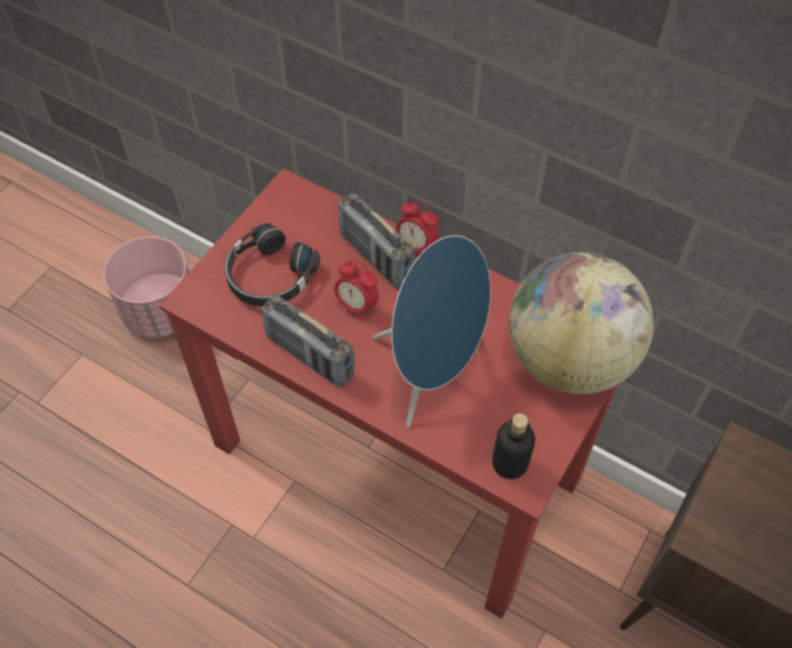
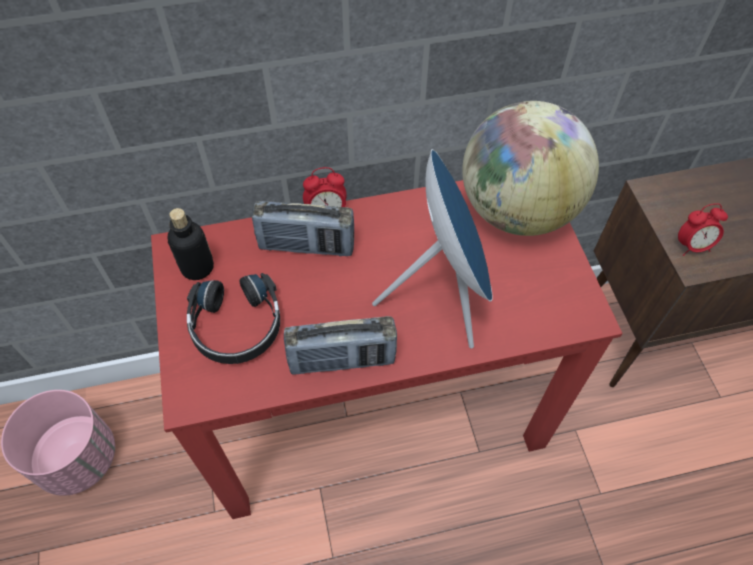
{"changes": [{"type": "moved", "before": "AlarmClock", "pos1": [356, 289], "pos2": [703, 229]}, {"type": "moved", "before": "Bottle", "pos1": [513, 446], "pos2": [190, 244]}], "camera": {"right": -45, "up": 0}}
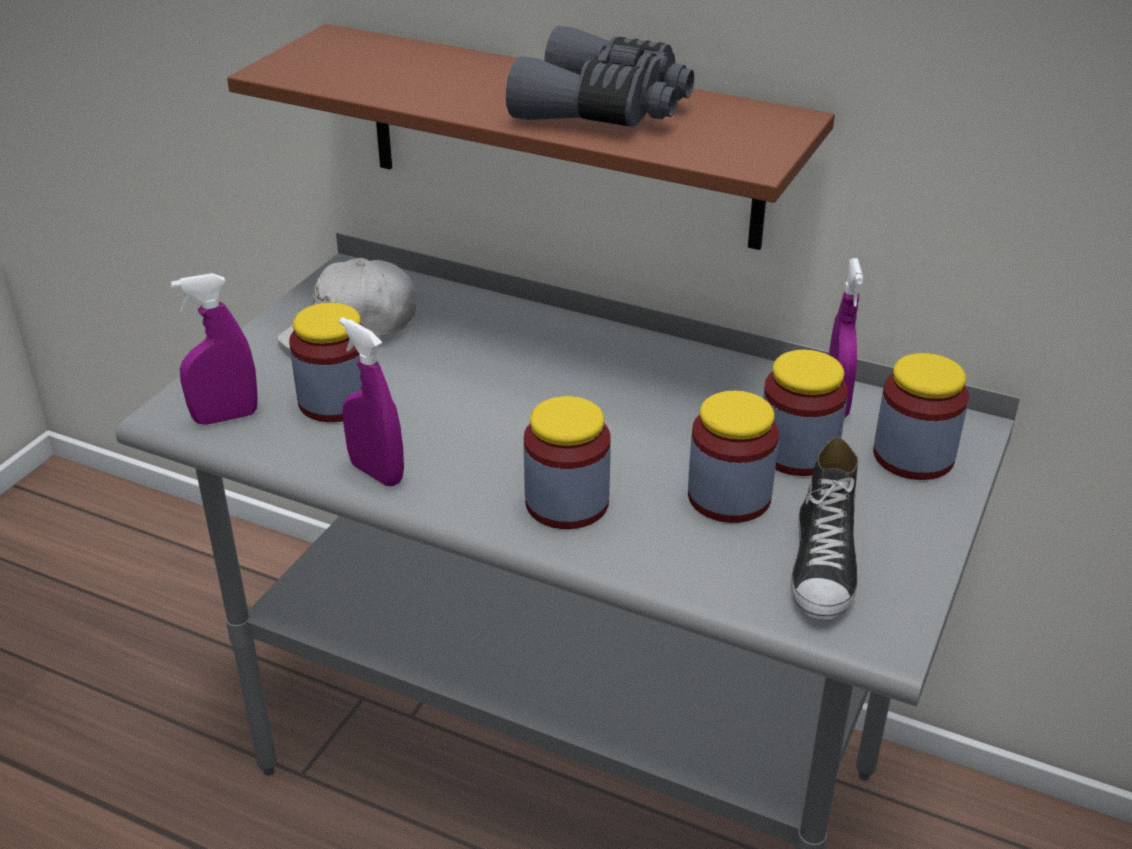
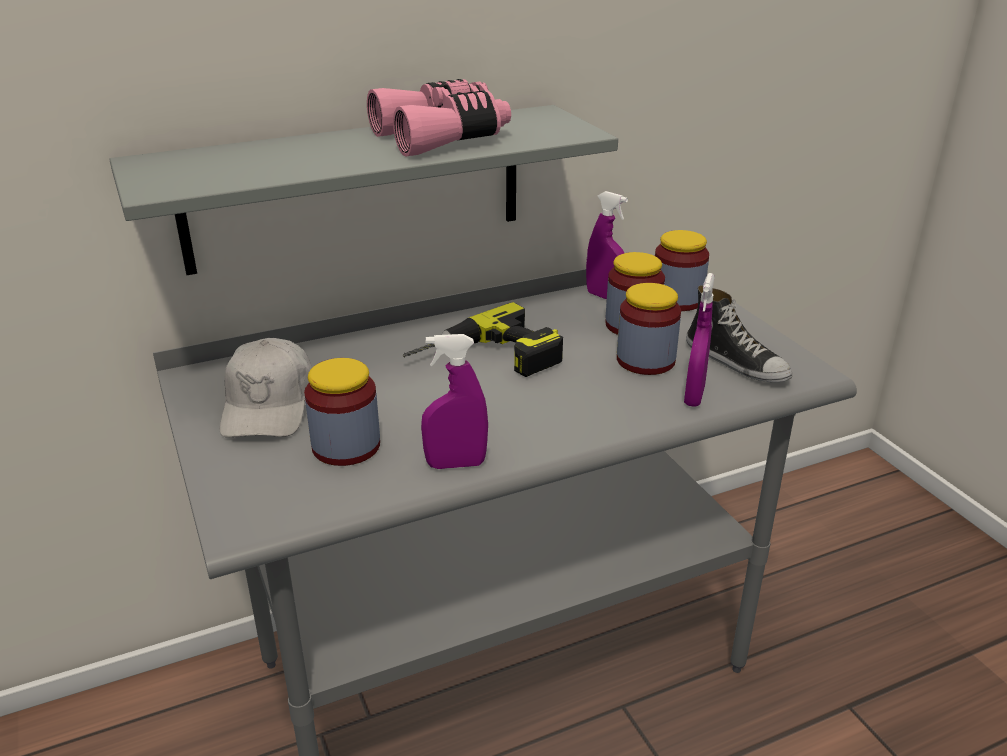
{"changes": [{"type": "moved", "before": "PurpleSprayBottle", "pos1": [214, 349], "pos2": [699, 340]}, {"type": "recoloured", "before": "BrownShelf", "after": "GreyShelf", "pos1": [531, 137], "pos2": [363, 190]}, {"type": "recoloured", "before": "GreyBinoculars", "after": "PinkBinoculars", "pos1": [600, 76], "pos2": [439, 118]}, {"type": "removed", "before": "Jar", "pos1": [567, 462]}, {"type": "added", "after": "PowerDrill", "pos2": [483, 339]}], "camera": {"right": -50, "up": -5}}
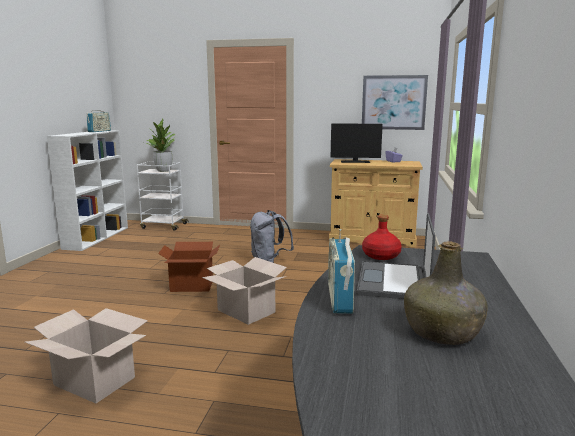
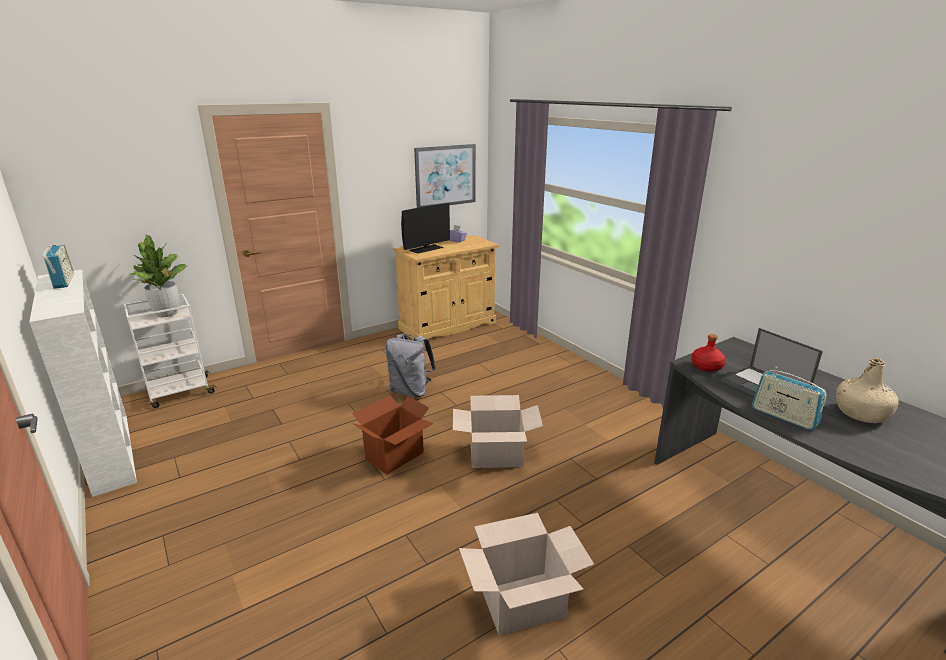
{"changes": [{"type": "recoloured", "before": "GreenBottle", "after": "BeigeBottle", "pos1": [446, 293], "pos2": [867, 390]}], "camera": {"right": -45, "up": 10}}
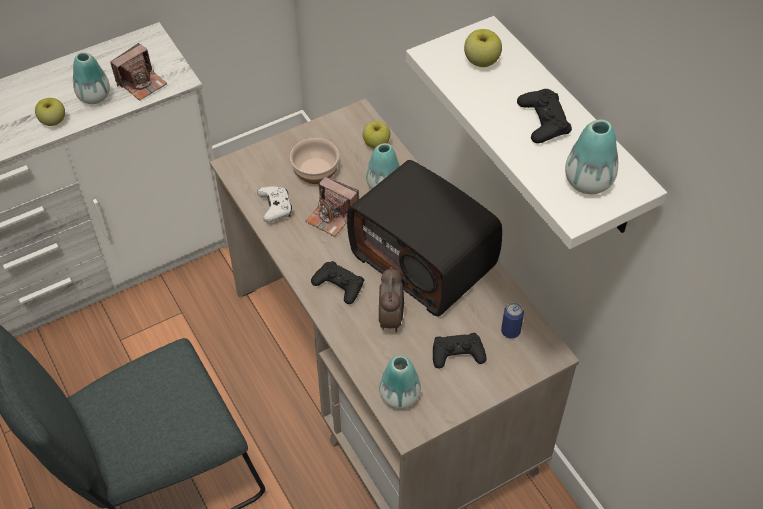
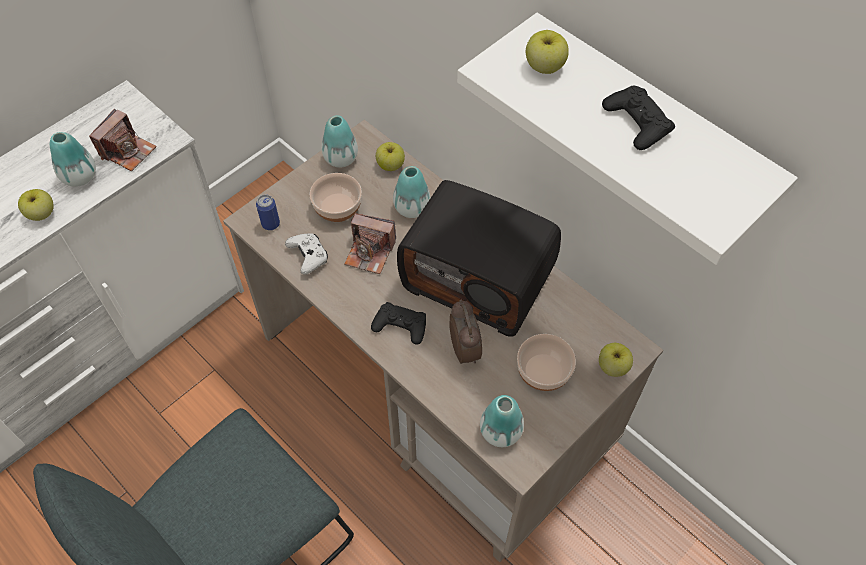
{"changes": [{"type": "replaced", "before": "BlackGameController", "after": "Bowl", "pos1": [460, 350], "pos2": [546, 362]}, {"type": "moved", "before": "Can", "pos1": [512, 320], "pos2": [268, 212]}, {"type": "moved", "before": "Vase", "pos1": [591, 156], "pos2": [340, 141]}, {"type": "added", "after": "Apple", "pos2": [616, 360]}], "camera": {"right": -15, "up": 5}}
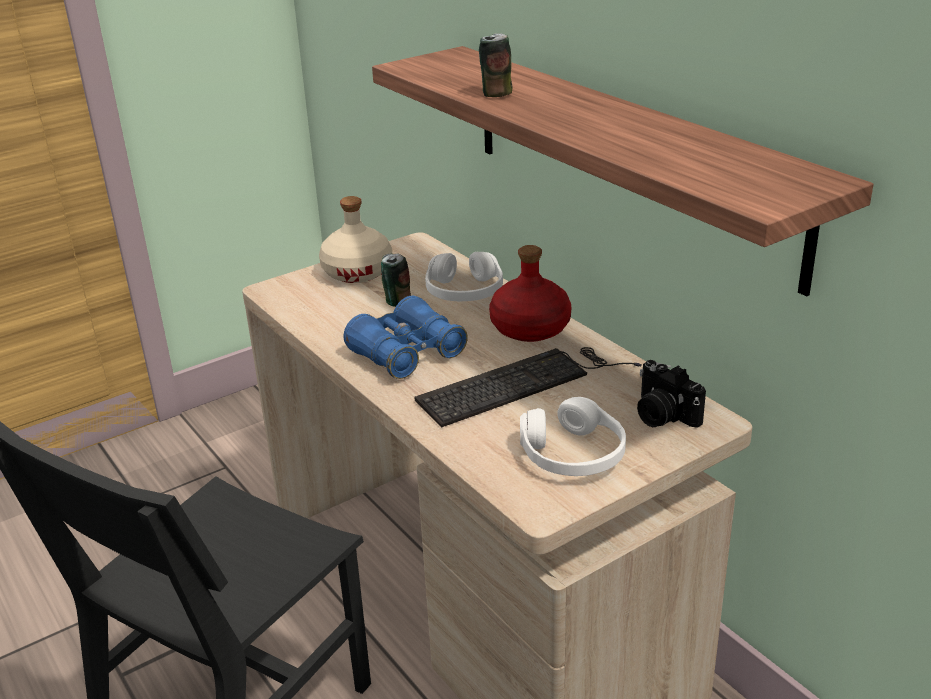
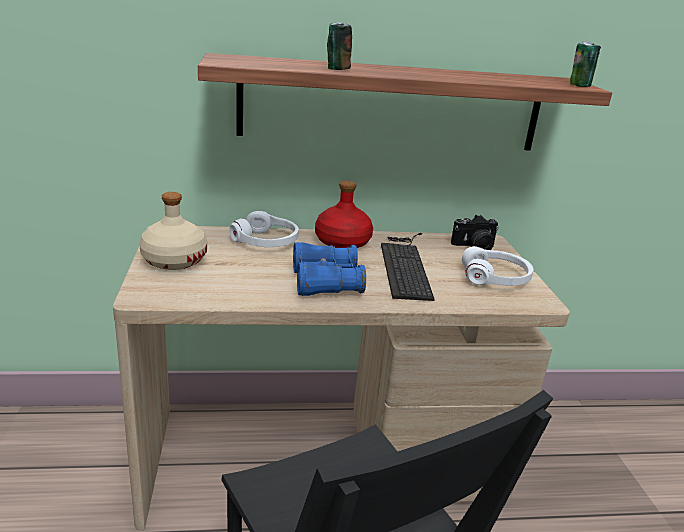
{"changes": [{"type": "moved", "before": "Can", "pos1": [396, 280], "pos2": [585, 64]}], "camera": {"right": -65, "up": -5}}
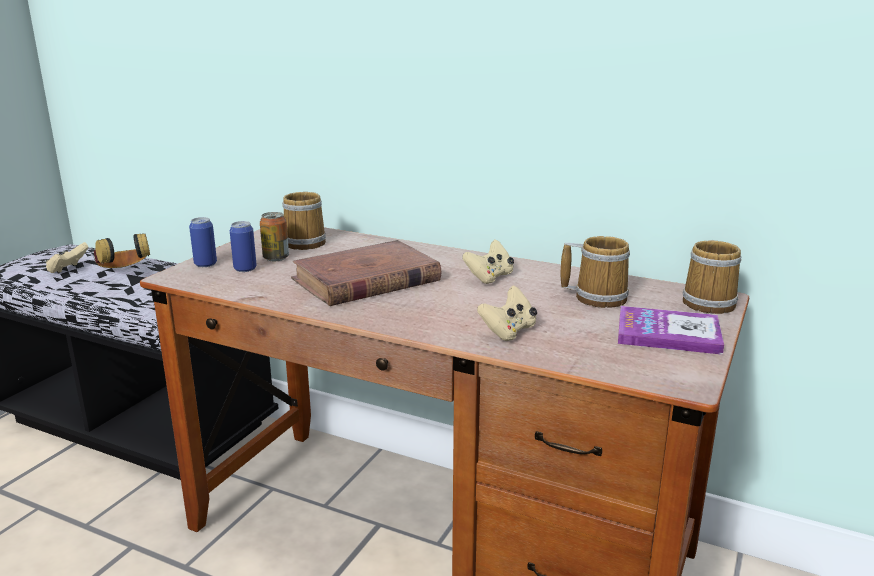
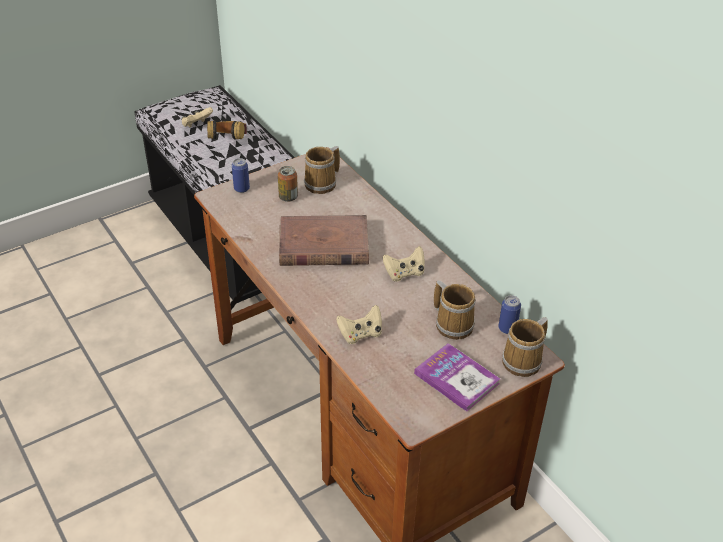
{"changes": [{"type": "moved", "before": "Can", "pos1": [243, 246], "pos2": [510, 314]}], "camera": {"right": 30, "up": 20}}
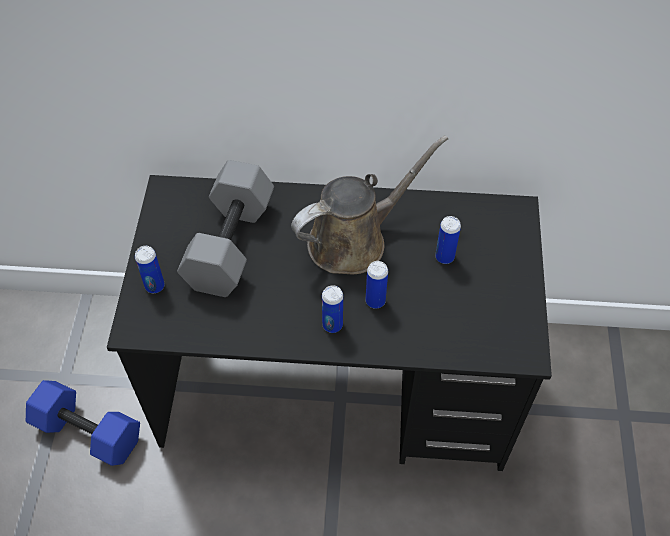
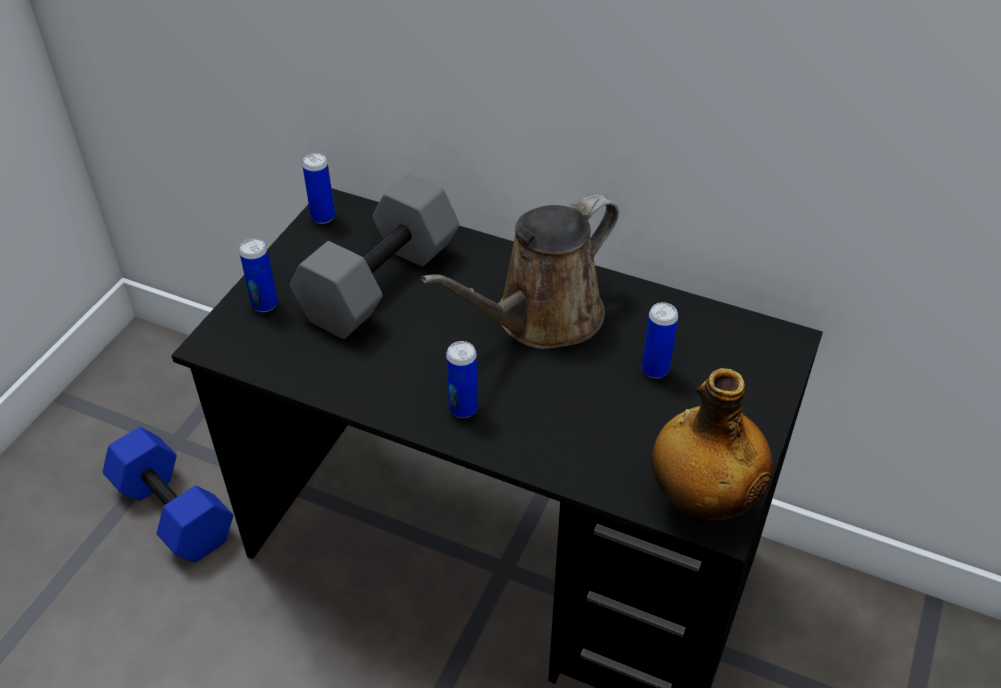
{"changes": [{"type": "turned", "before": "BrownWateringCan", "pos1": [369, 204], "pos2": [520, 271], "turn": 150}, {"type": "moved", "before": "Can", "pos1": [377, 285], "pos2": [318, 188]}, {"type": "added", "after": "Bottle", "pos2": [712, 445]}], "camera": {"right": 20, "up": -10}}
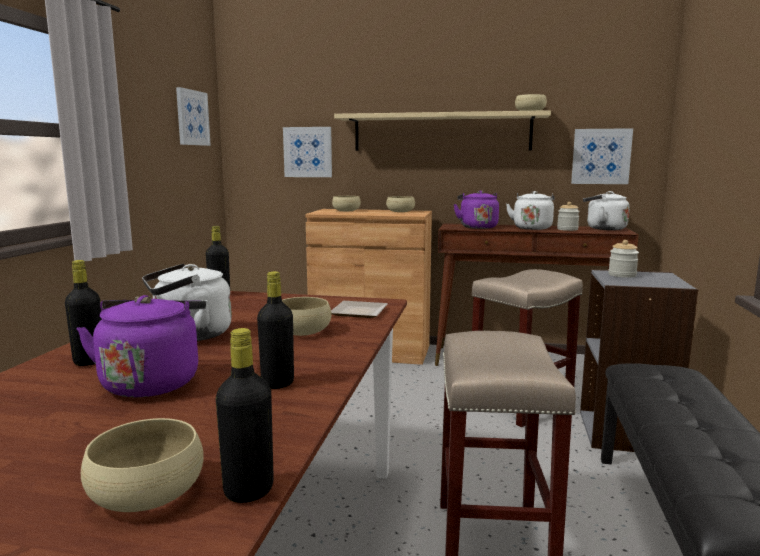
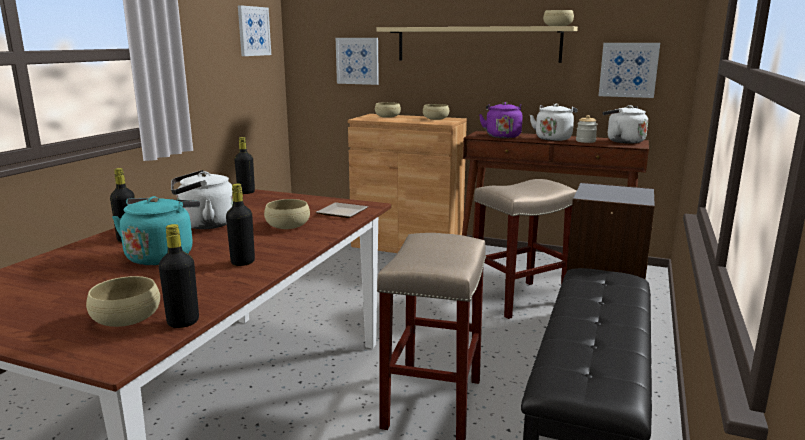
{"changes": [{"type": "recoloured", "before": "PurpleKettle", "after": "TurquoiseKettle", "pos1": [141, 346], "pos2": [156, 230]}, {"type": "removed", "before": "Jar", "pos1": [623, 259]}], "camera": {"right": 10, "up": 5}}
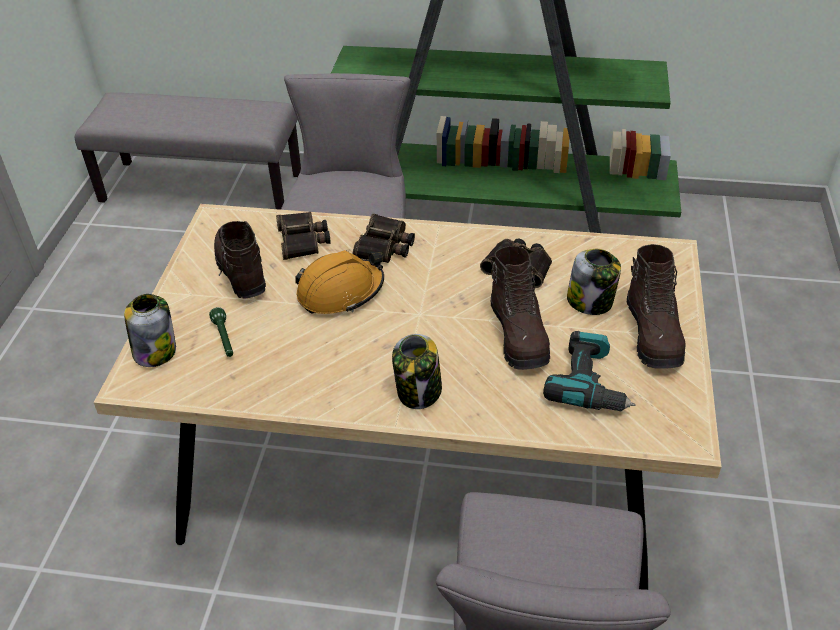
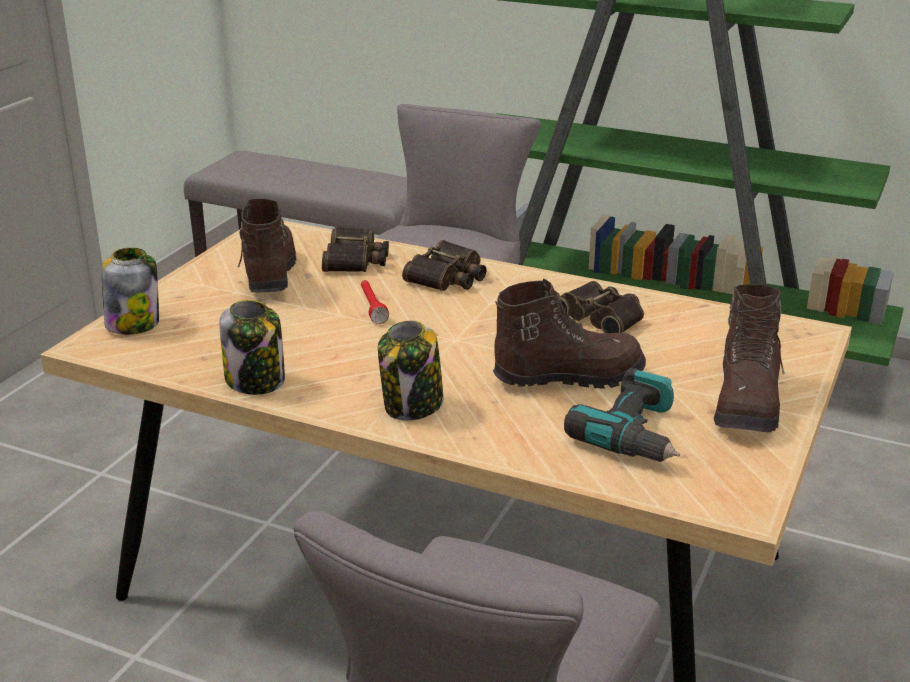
{"changes": [{"type": "removed", "before": "GreenFlashlight", "pos1": [221, 332]}, {"type": "replaced", "before": "OrangeHardHat", "after": "RedFlashlight", "pos1": [340, 282], "pos2": [375, 302]}, {"type": "turned", "before": "BrownBoot", "pos1": [520, 308], "pos2": [569, 334], "turn": -105}, {"type": "moved", "before": "Jar", "pos1": [594, 282], "pos2": [252, 347]}], "camera": {"right": 15, "up": -15}}
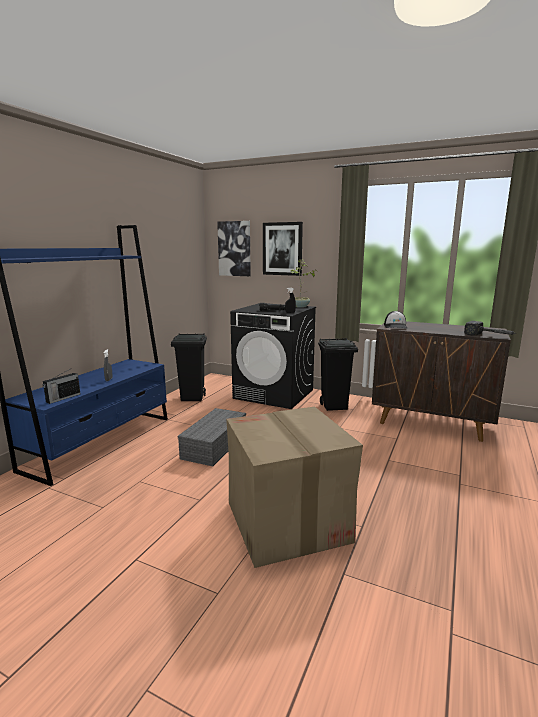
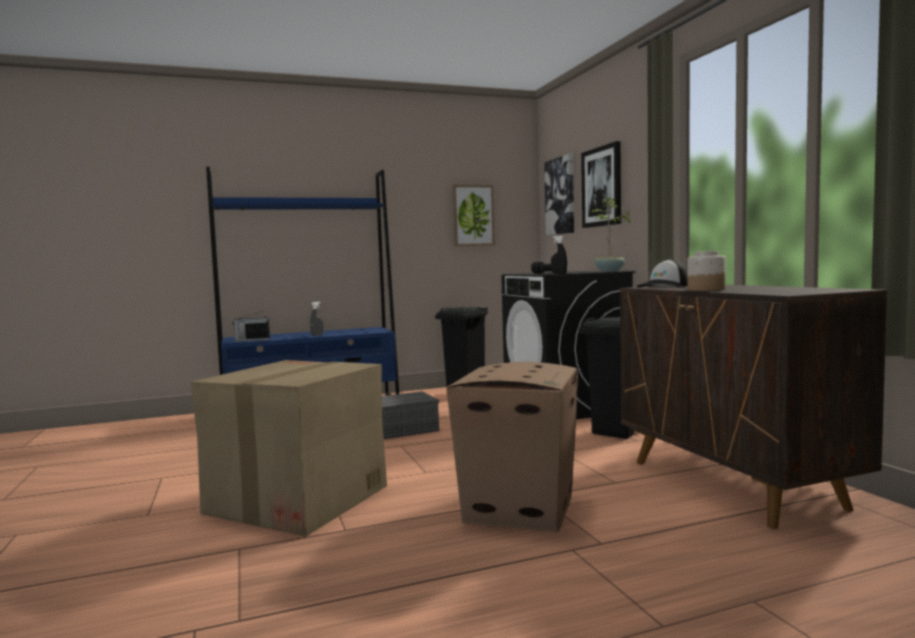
{"changes": [{"type": "removed", "before": "Hammer", "pos1": [490, 328]}, {"type": "added", "after": "CardboardBox", "pos2": [512, 447]}, {"type": "added", "after": "Picture", "pos2": [474, 215]}, {"type": "added", "after": "Jar", "pos2": [706, 271]}], "camera": {"right": 45, "up": -10}}
